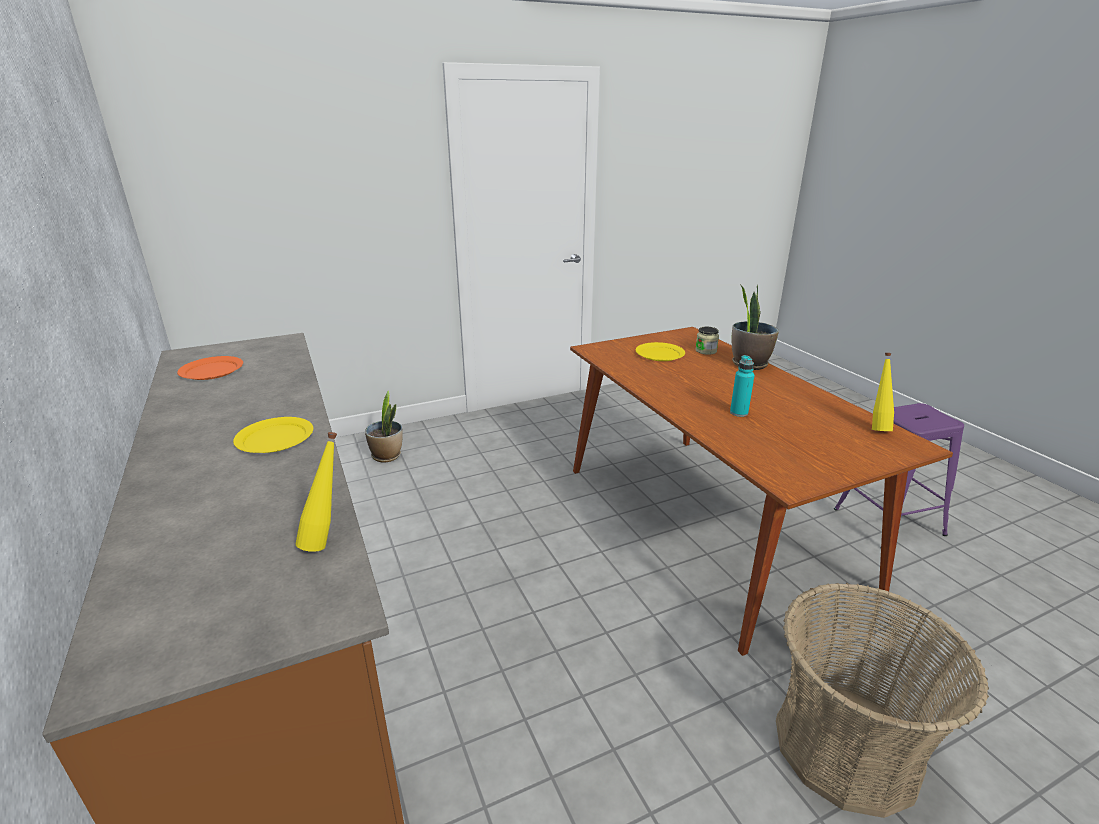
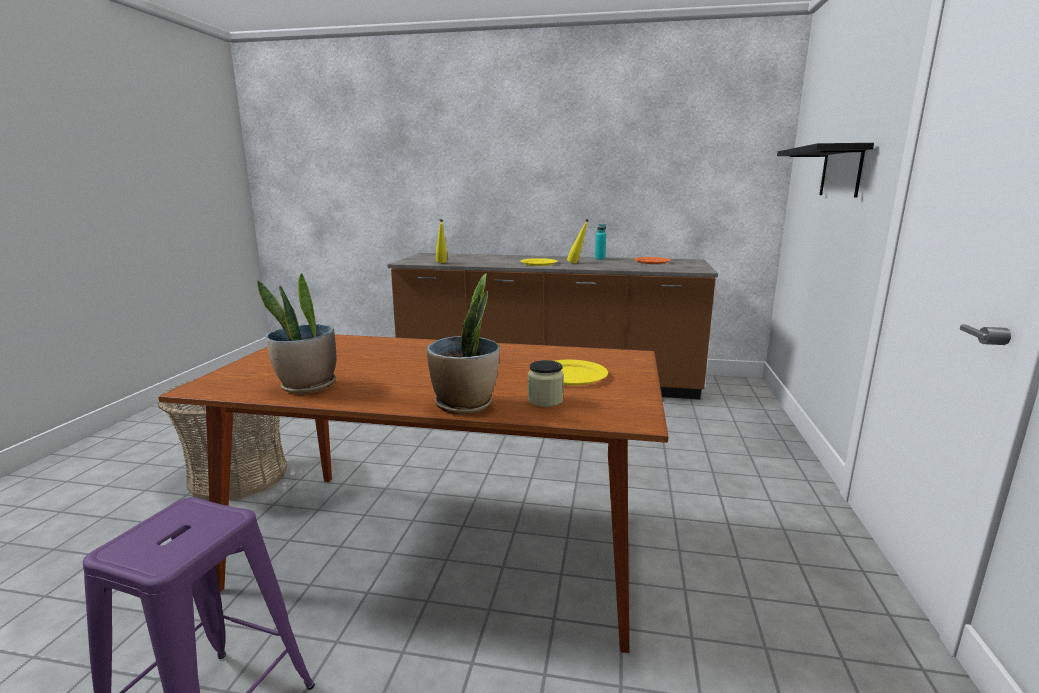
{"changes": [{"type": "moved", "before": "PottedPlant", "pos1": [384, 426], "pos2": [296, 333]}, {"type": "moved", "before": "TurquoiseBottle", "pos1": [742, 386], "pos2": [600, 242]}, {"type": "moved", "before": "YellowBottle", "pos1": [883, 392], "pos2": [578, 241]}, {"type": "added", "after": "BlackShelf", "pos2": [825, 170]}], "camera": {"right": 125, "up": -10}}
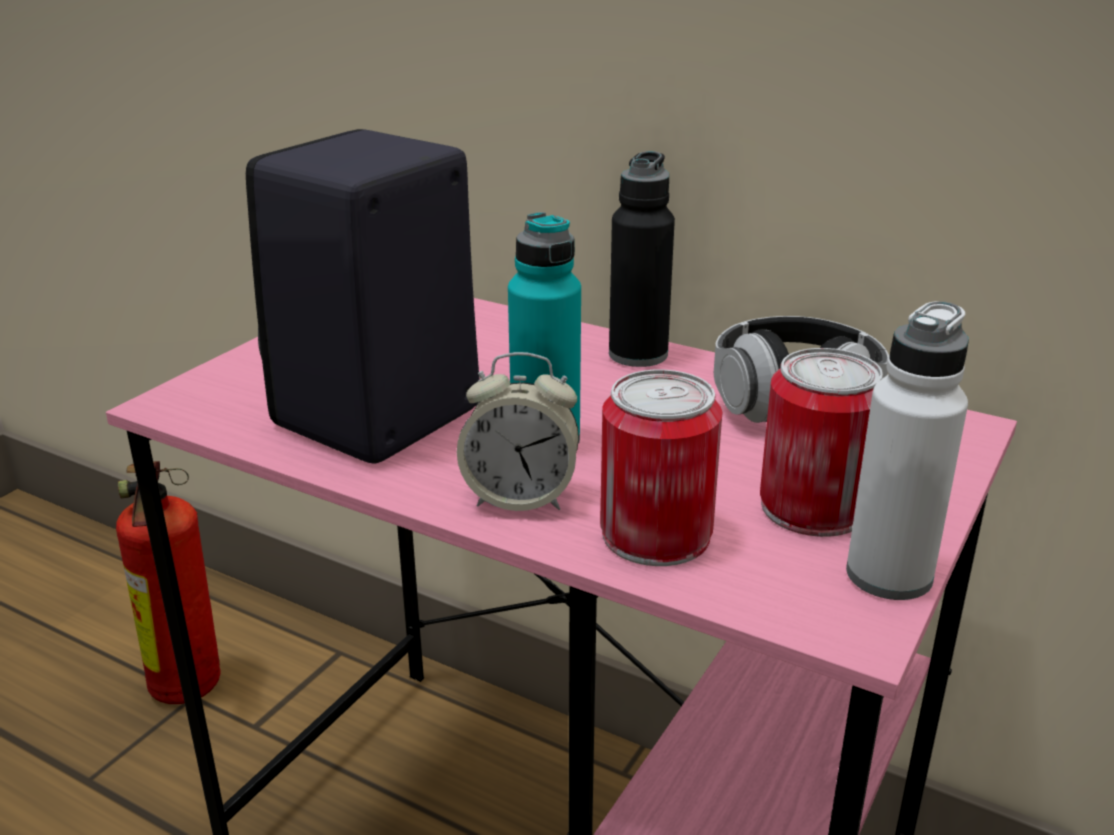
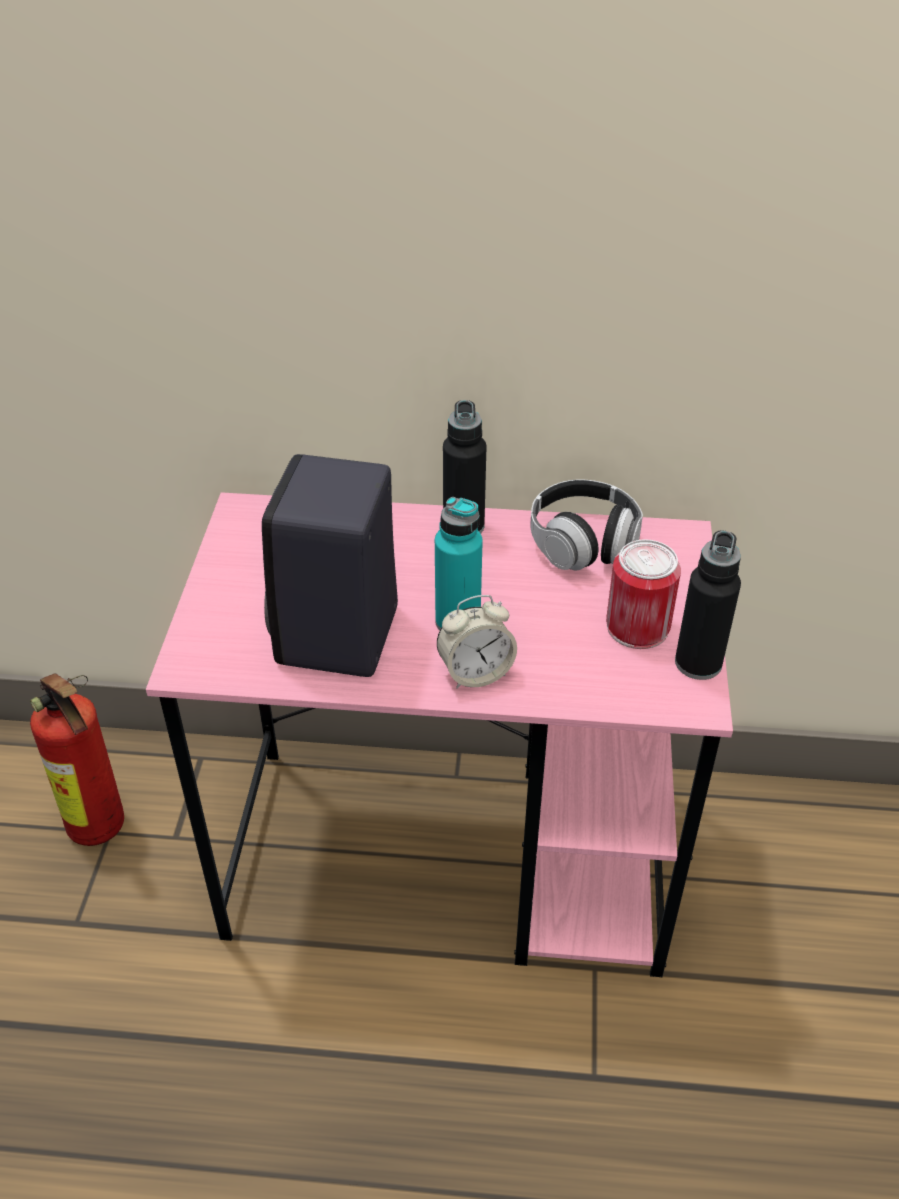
{"changes": [{"type": "removed", "before": "Can", "pos1": [661, 468]}, {"type": "recoloured", "before": "WhiteBottle", "after": "BlackBottle", "pos1": [907, 450], "pos2": [708, 605]}], "camera": {"right": -25, "up": 15}}
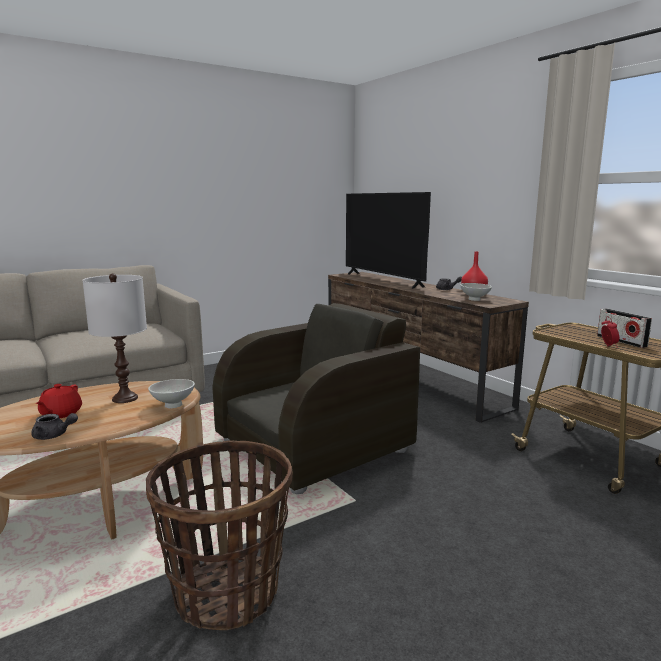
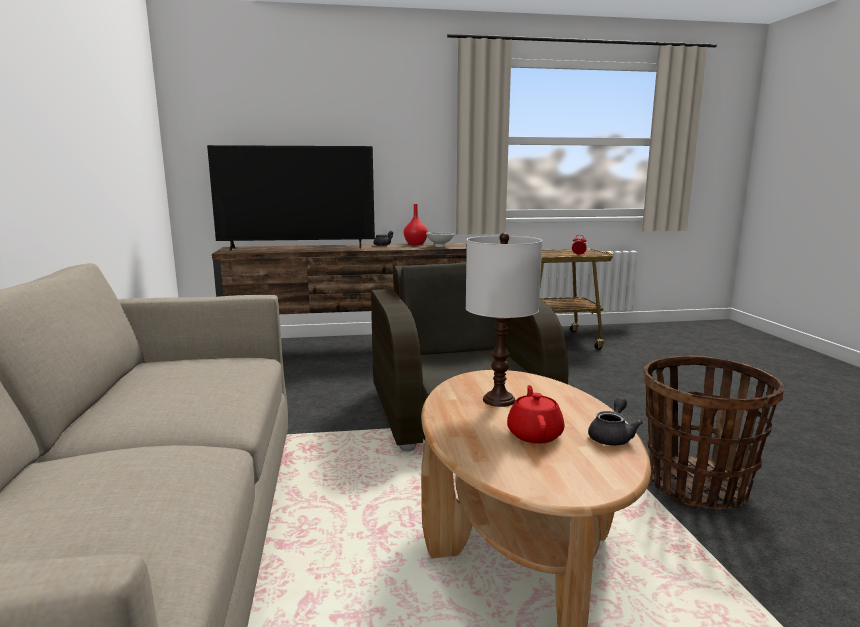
{"changes": [{"type": "turned", "before": "RedTeapot", "pos1": [59, 401], "pos2": [535, 414], "turn": -120}, {"type": "removed", "before": "WhiteBowl", "pos1": [171, 393]}, {"type": "removed", "before": "Radio", "pos1": [624, 328]}], "camera": {"right": -65, "up": 0}}
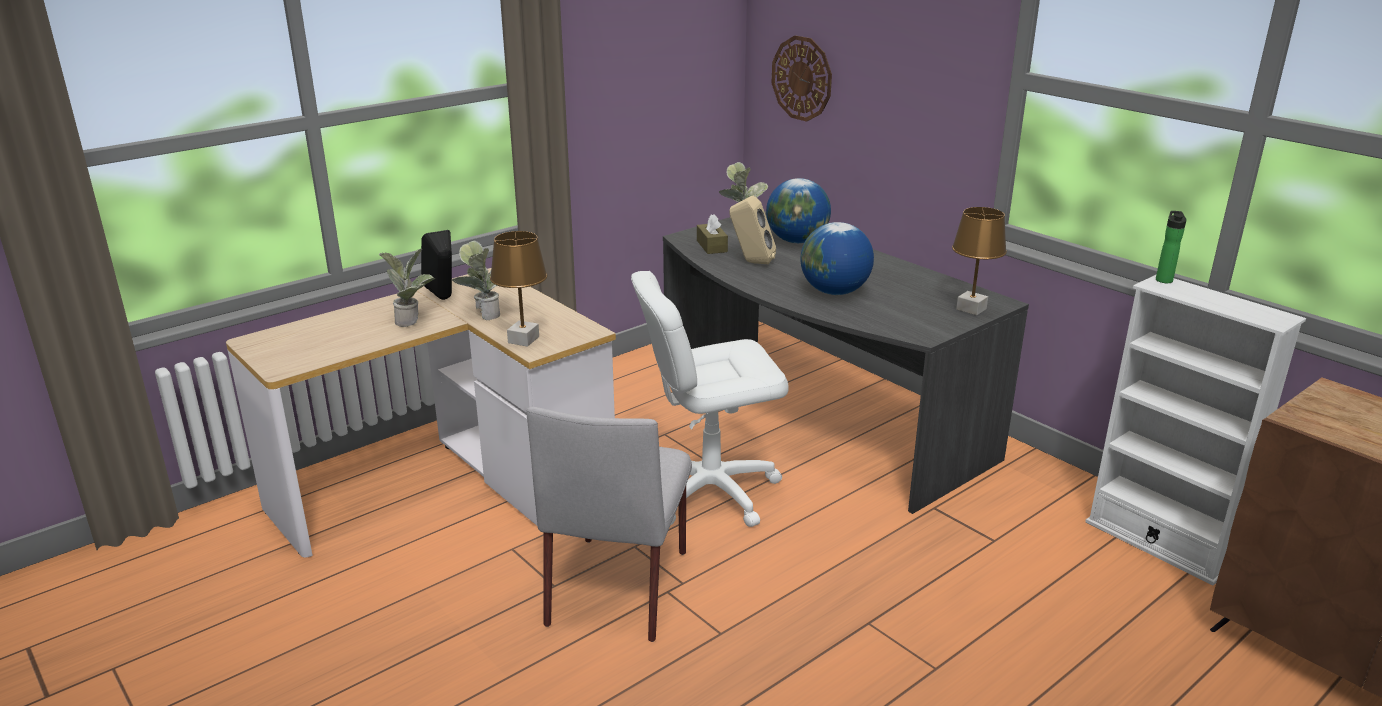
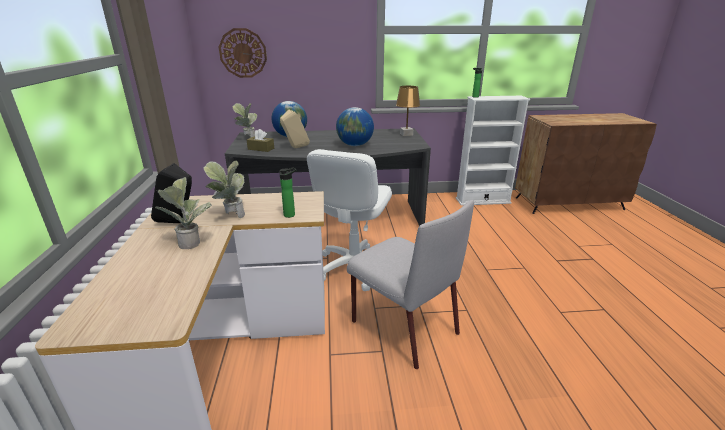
{"changes": [{"type": "replaced", "before": "BrownTableLamp", "after": "Bottle", "pos1": [518, 289], "pos2": [287, 192]}], "camera": {"right": -55, "up": 0}}
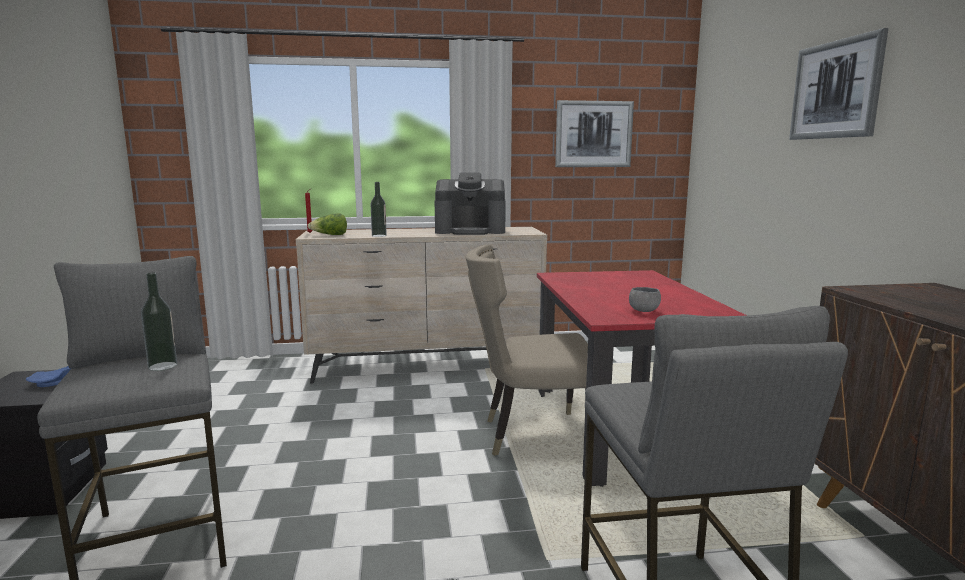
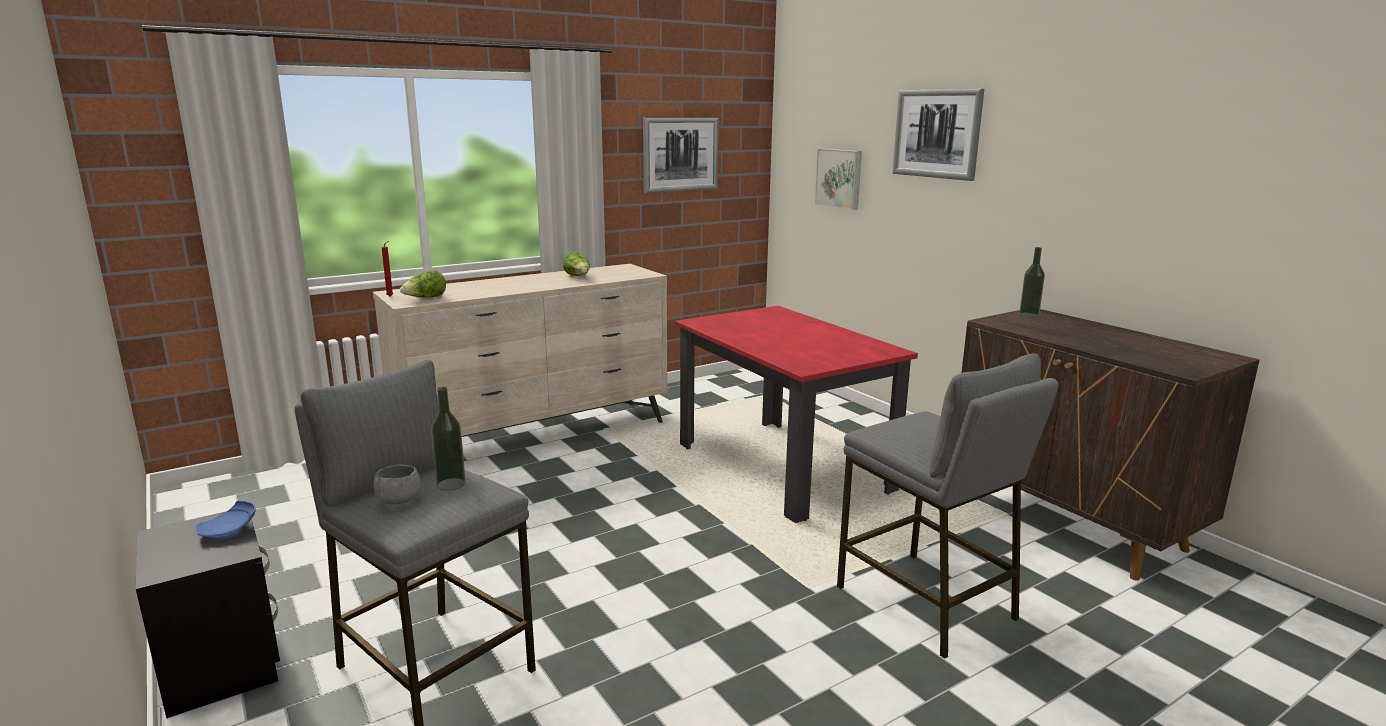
{"changes": [{"type": "moved", "before": "Bottle", "pos1": [379, 209], "pos2": [1032, 282]}, {"type": "replaced", "before": "CoffeeMachine", "after": "Lettuce", "pos1": [470, 204], "pos2": [576, 264]}, {"type": "removed", "before": "BeigeChair", "pos1": [527, 350]}, {"type": "moved", "before": "GreyBowl", "pos1": [645, 299], "pos2": [396, 484]}, {"type": "added", "after": "Picture", "pos2": [838, 179]}], "camera": {"right": -25, "up": 5}}
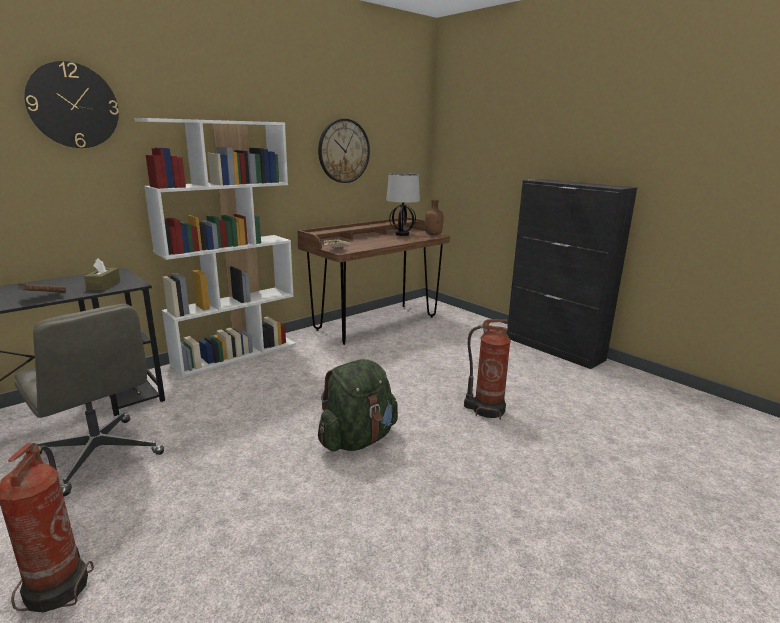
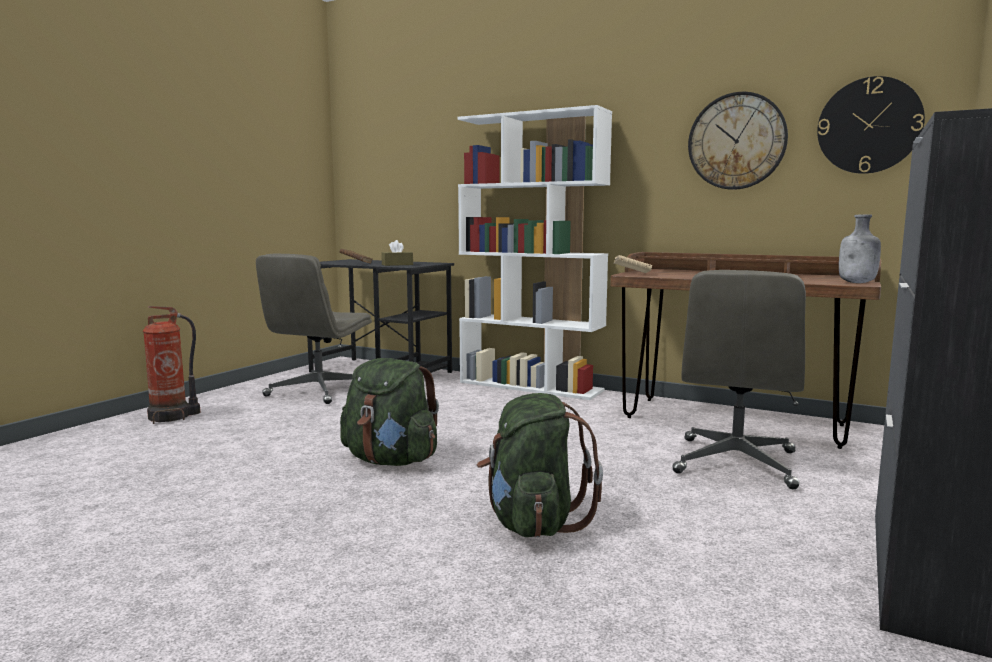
{"changes": [{"type": "moved", "before": "WallClock", "pos1": [71, 104], "pos2": [871, 125]}, {"type": "removed", "before": "TableLamp", "pos1": [403, 204]}, {"type": "recoloured", "before": "BrownBottle", "after": "GreyBottle", "pos1": [434, 217], "pos2": [860, 249]}, {"type": "replaced", "before": "FireExtinguisher", "after": "GreenBackpack", "pos1": [487, 369], "pos2": [540, 465]}, {"type": "added", "after": "GreyOfficeChair", "pos2": [739, 379]}], "camera": {"right": 70, "up": -10}}
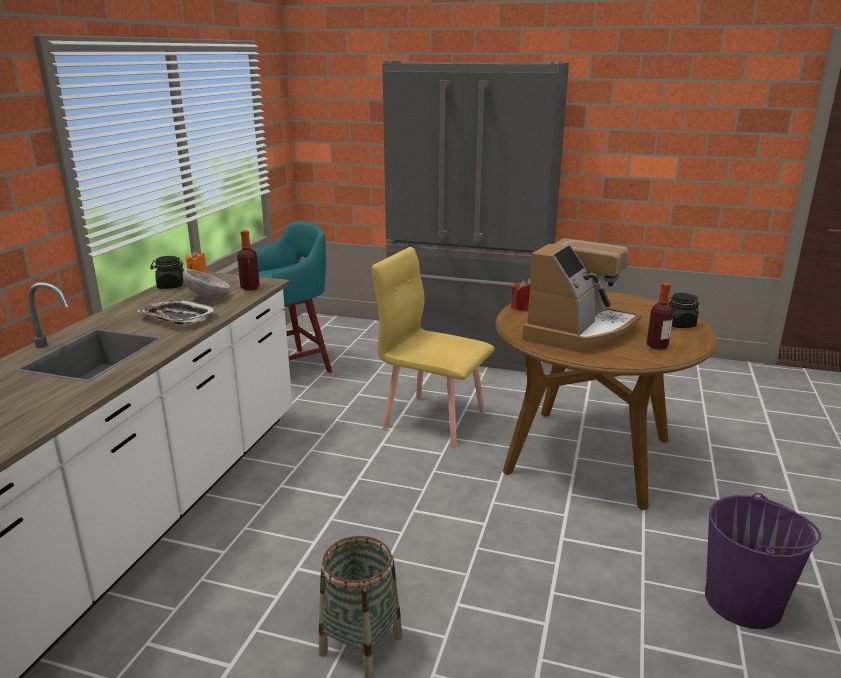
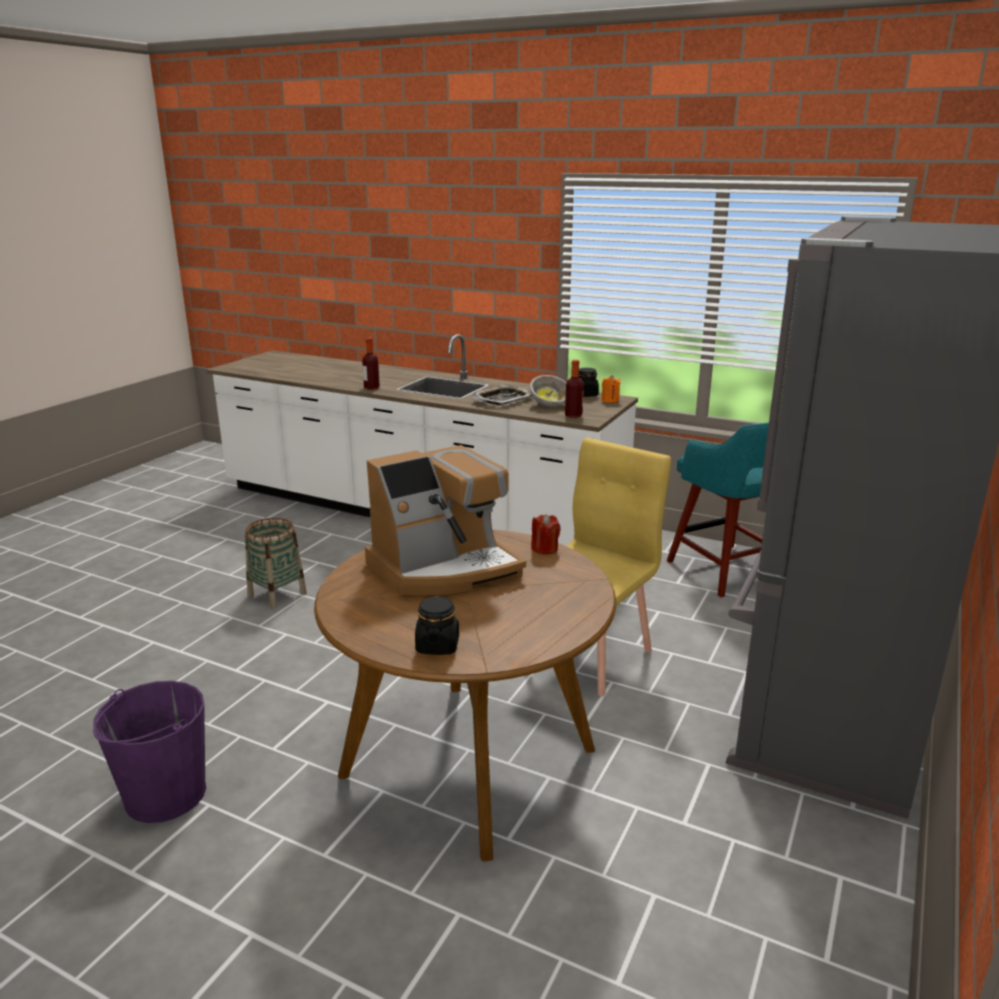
{"changes": [{"type": "turned", "before": "CoffeeMachine", "pos1": [582, 295], "pos2": [445, 520], "turn": -75}, {"type": "moved", "before": "Bottle", "pos1": [660, 316], "pos2": [371, 363]}], "camera": {"right": 100, "up": 0}}
